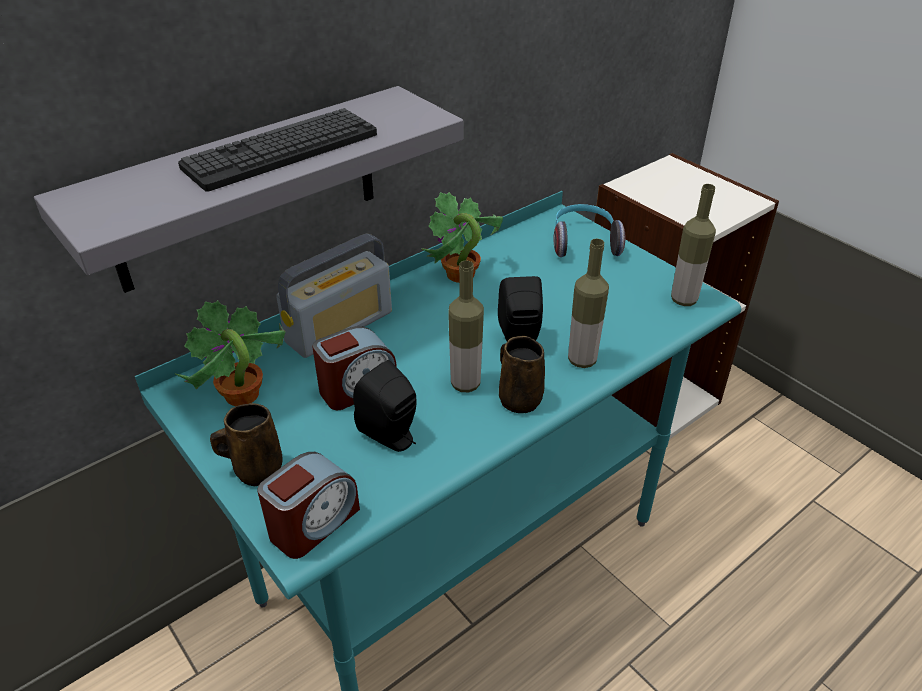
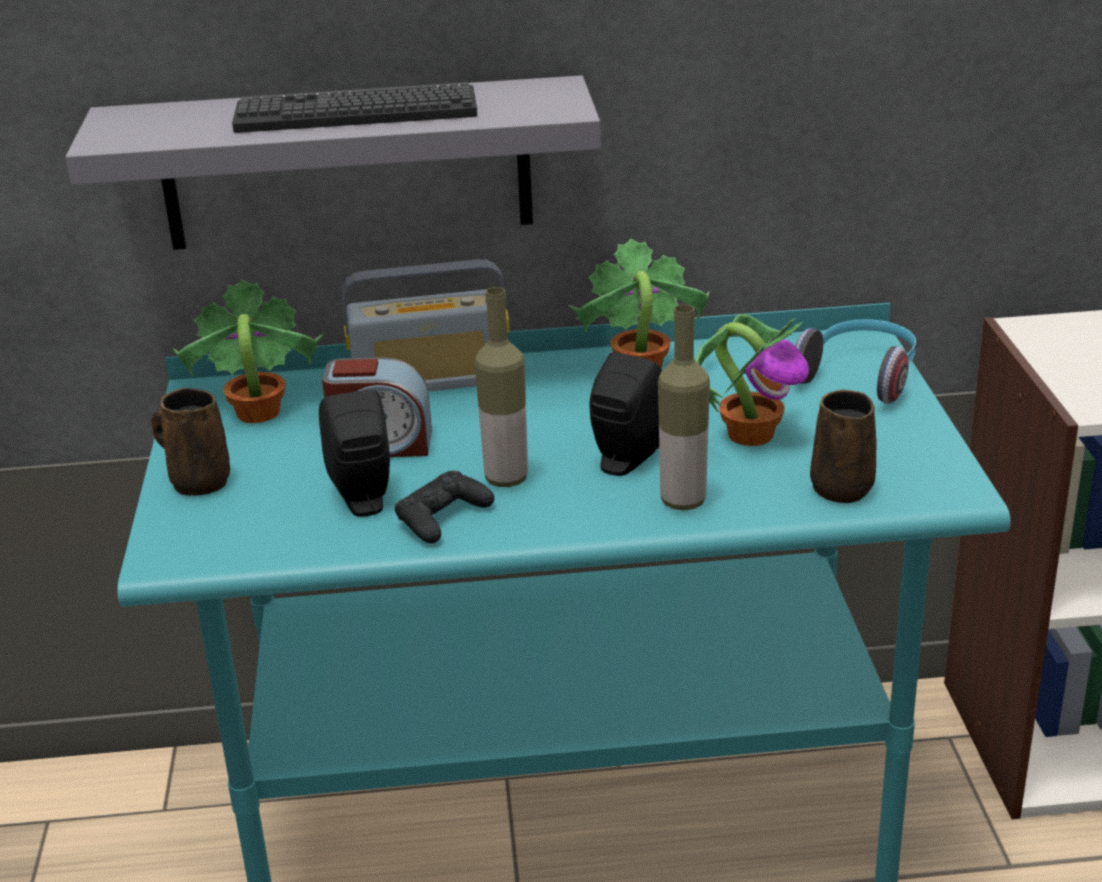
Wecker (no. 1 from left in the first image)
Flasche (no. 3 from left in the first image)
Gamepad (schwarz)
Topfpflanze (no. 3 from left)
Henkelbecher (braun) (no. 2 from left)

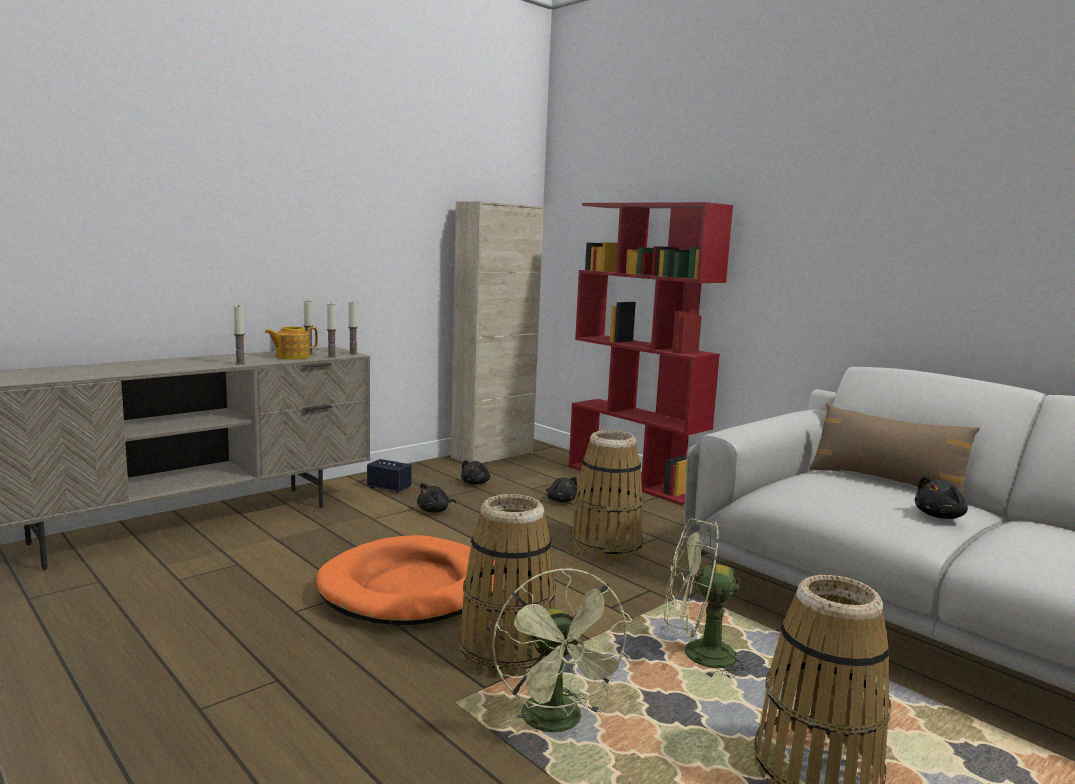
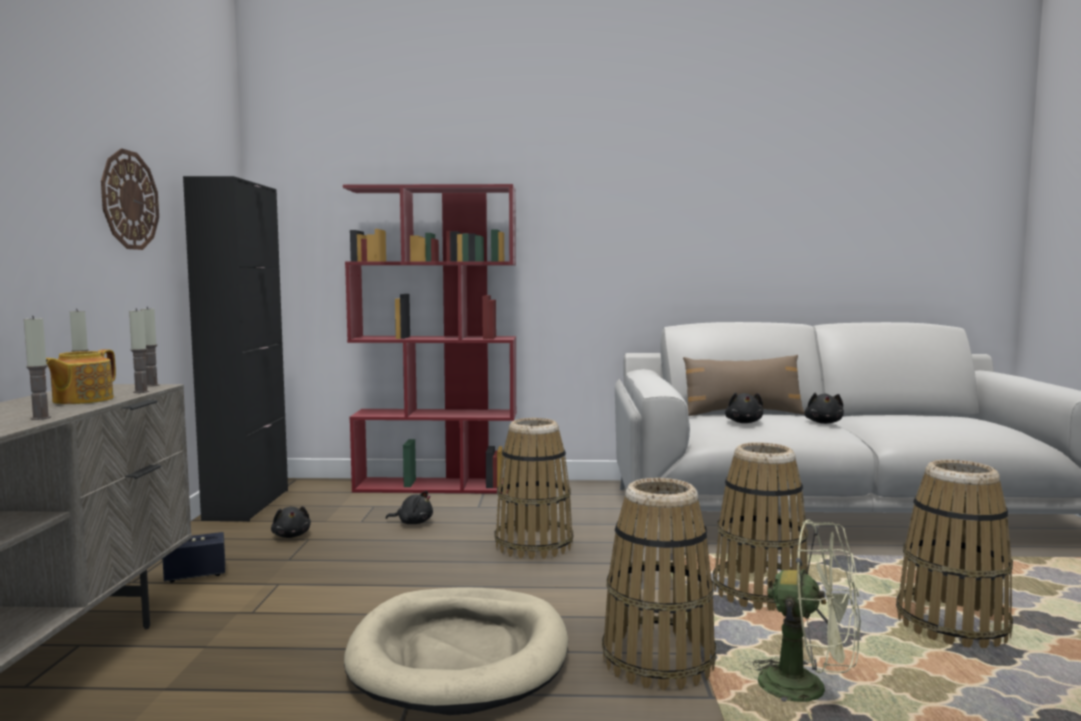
Wanduhr
Plüschtier (schwarz) (no. 3 from left)
Korb (no. 3 from left)
Hundebett (beige)
Schrank (schwarz)

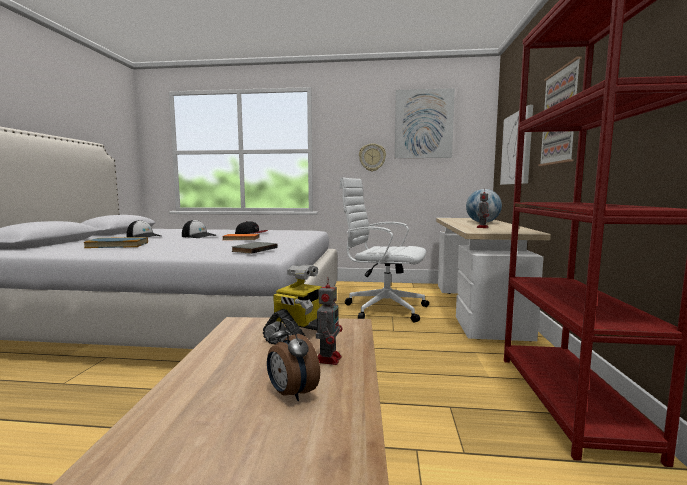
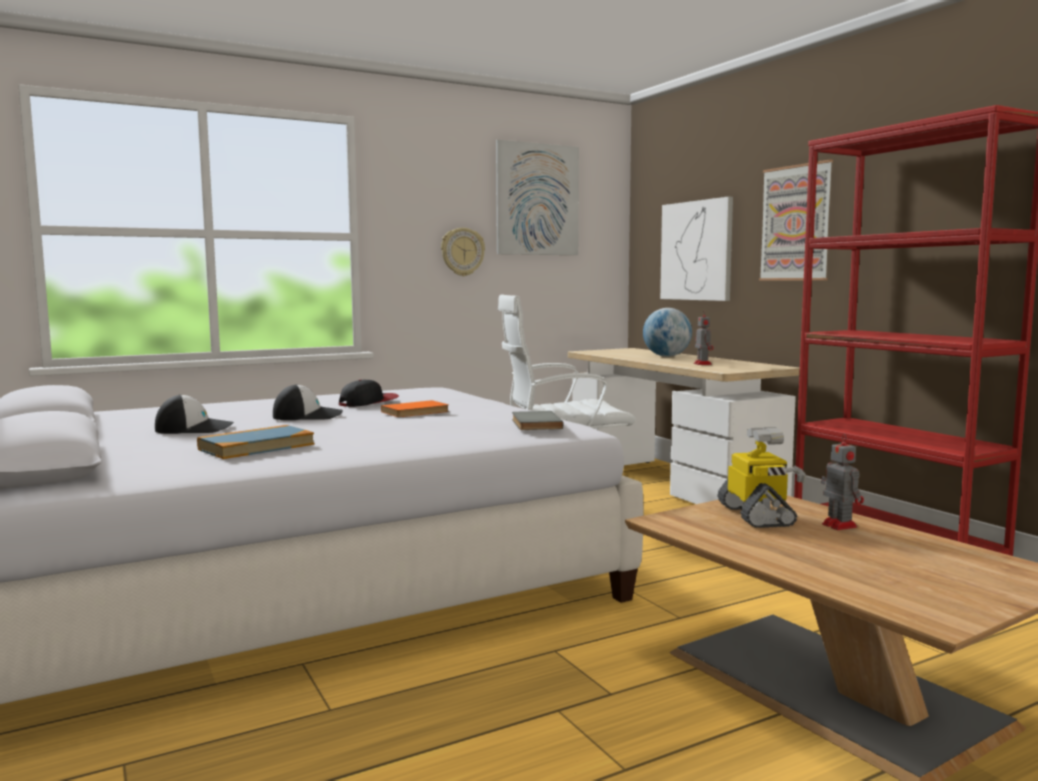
Wecker

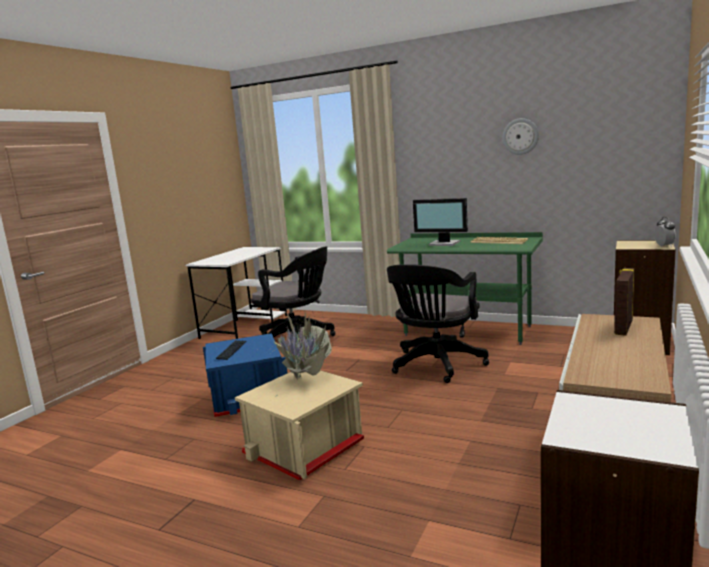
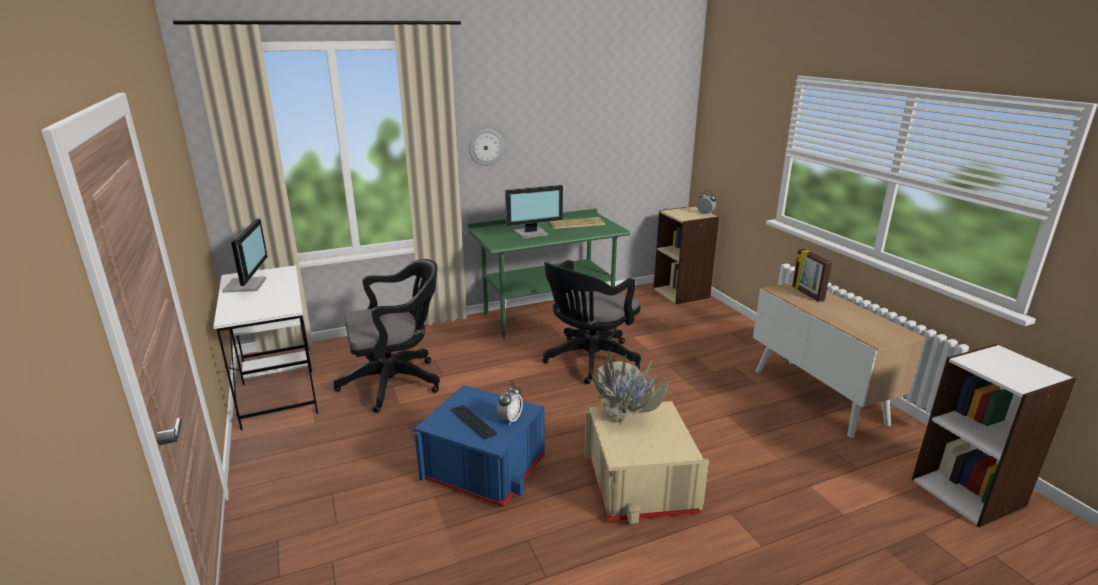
Monitor (no. 1 from left)
Wecker (no. 1 from left)
Wanduhr
Bürostuhl (schwarz) (no. 2 from left)

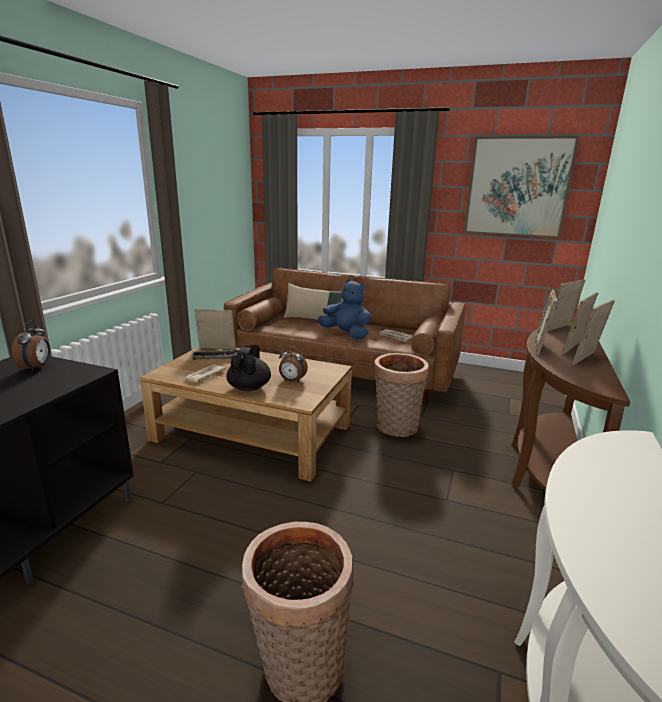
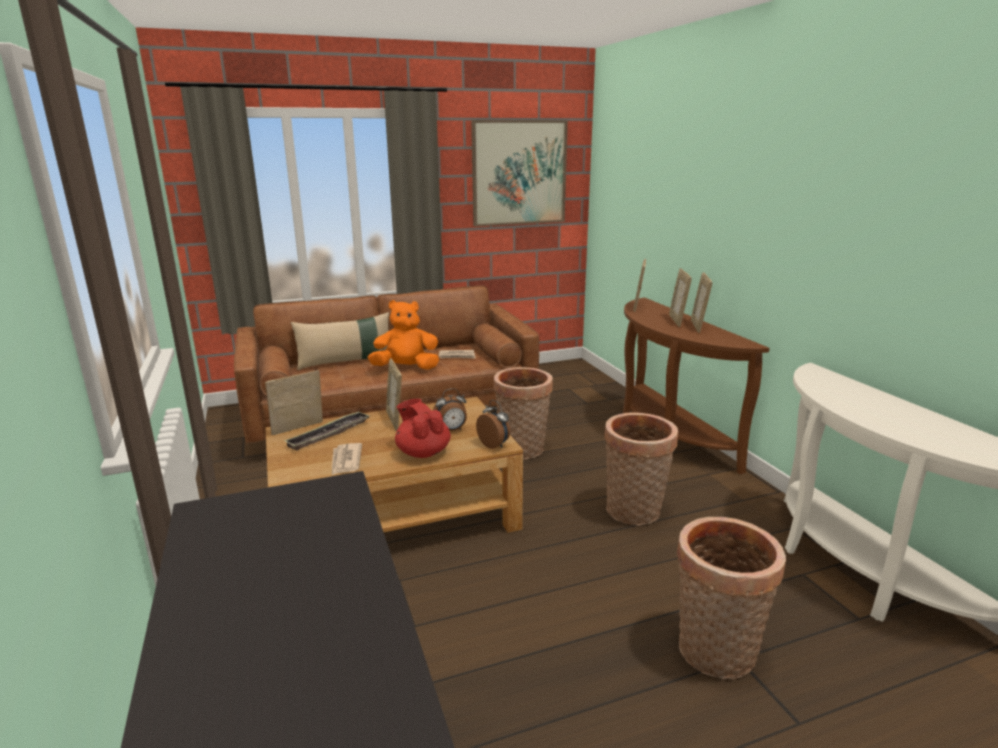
Korb (no. 2 from left)
Wecker (no. 2 from left)
Bilderrahmen (no. 2 from left)
Teekanne (rot)
Plüschtier (orange)

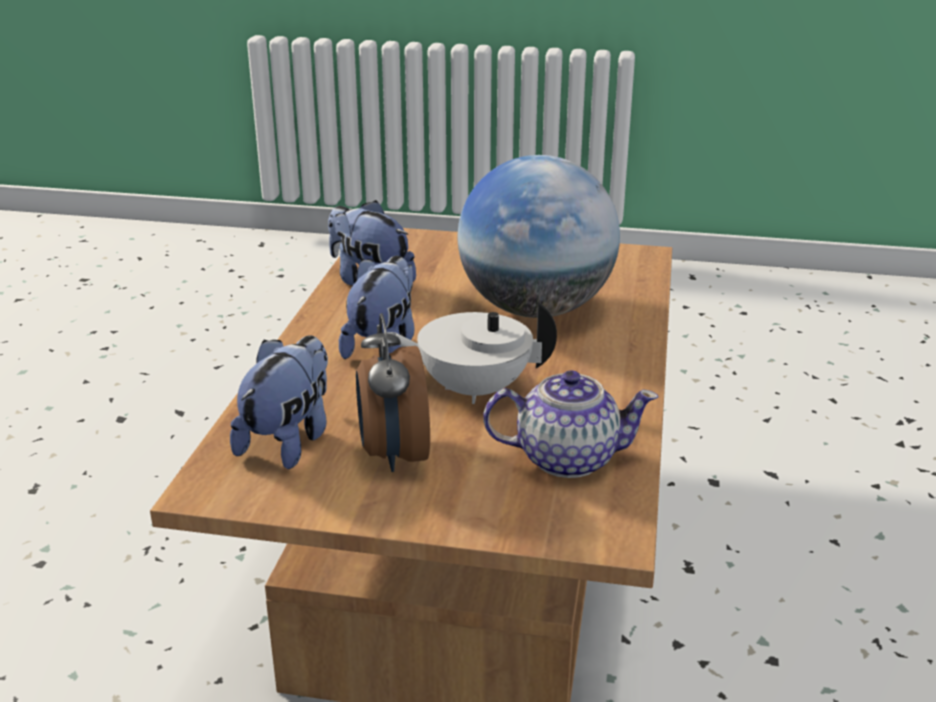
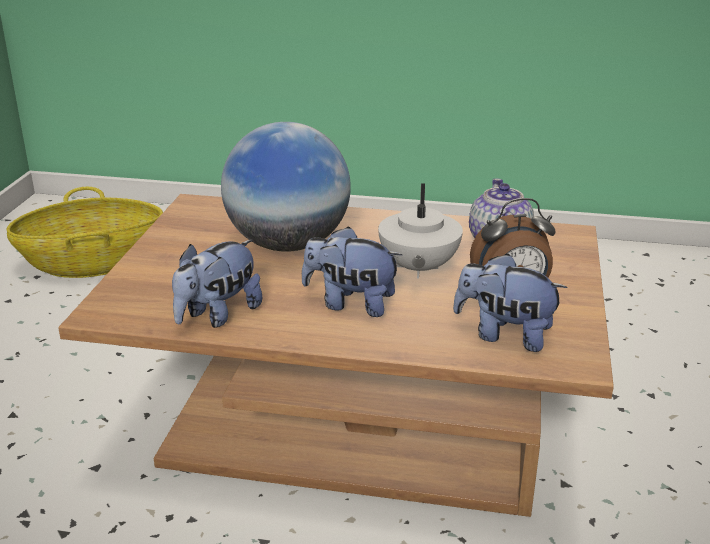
Korb

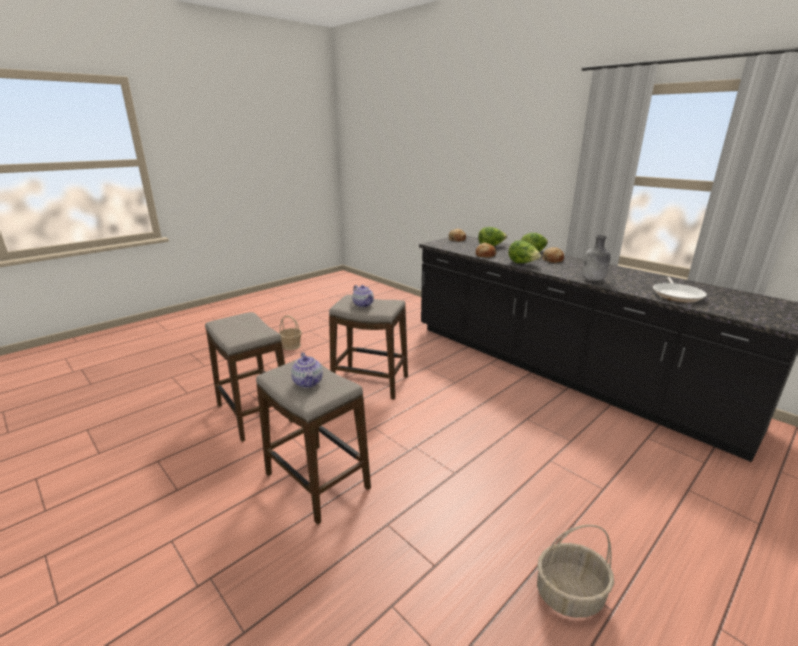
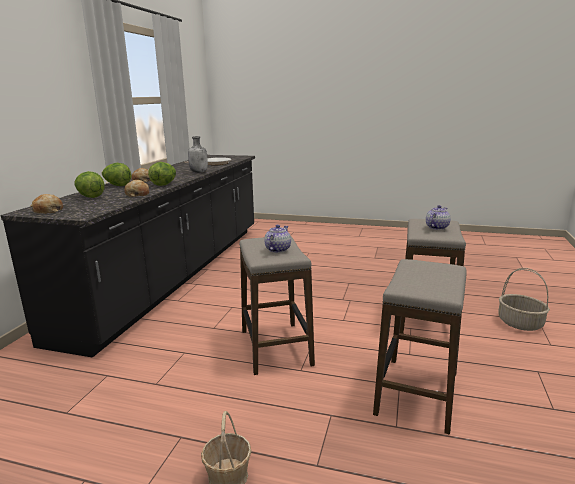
Korb (no. 2 from left)

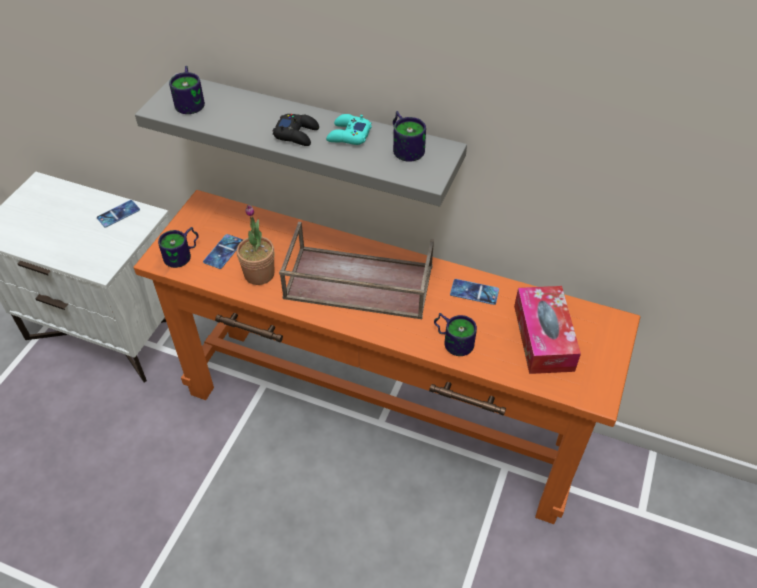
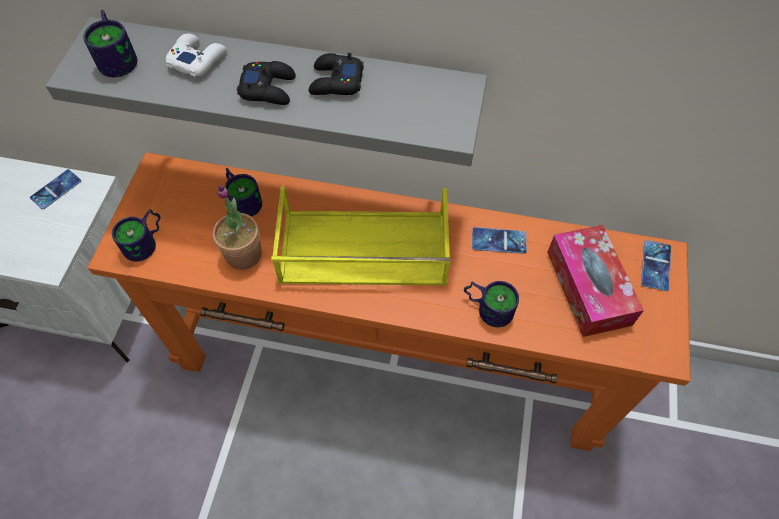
Gamepad (weiß)
Handy (no. 3 from left)
Henkelbecher (no. 3 from left)
Tablett (gelb)
Gamepad (schwarz) (no. 2 from left)

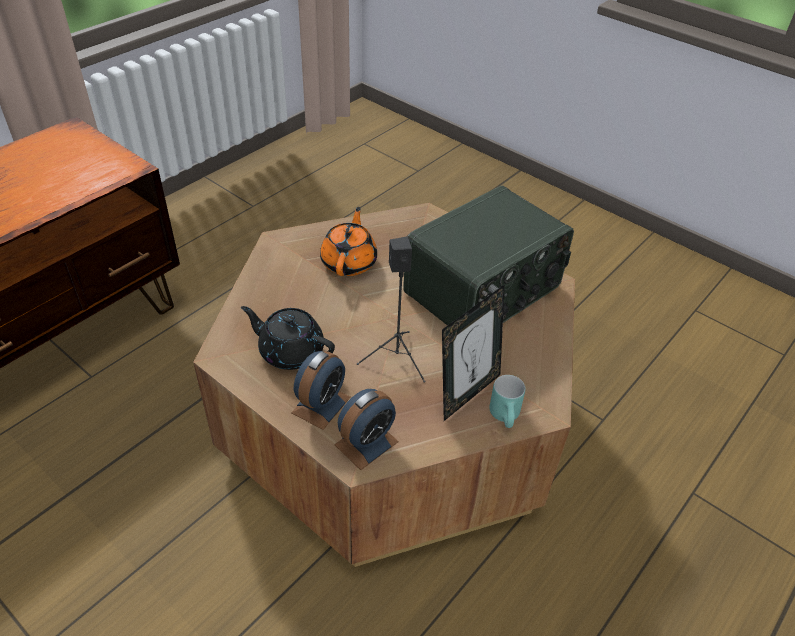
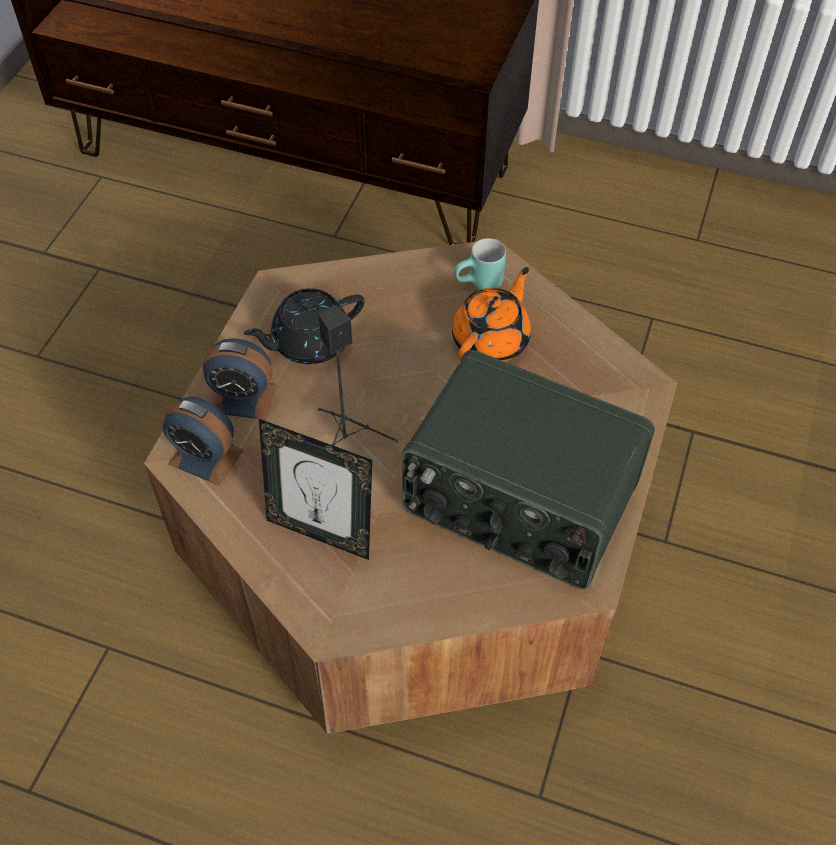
Henkelbecher (türkis)
Teekanne (schwarz)
Teekanne (orange)

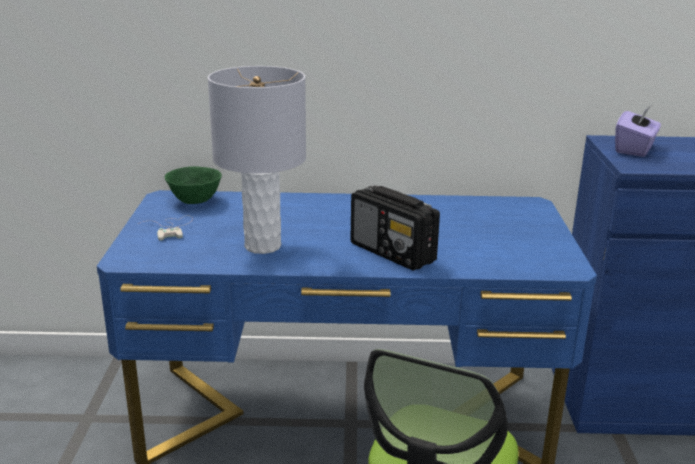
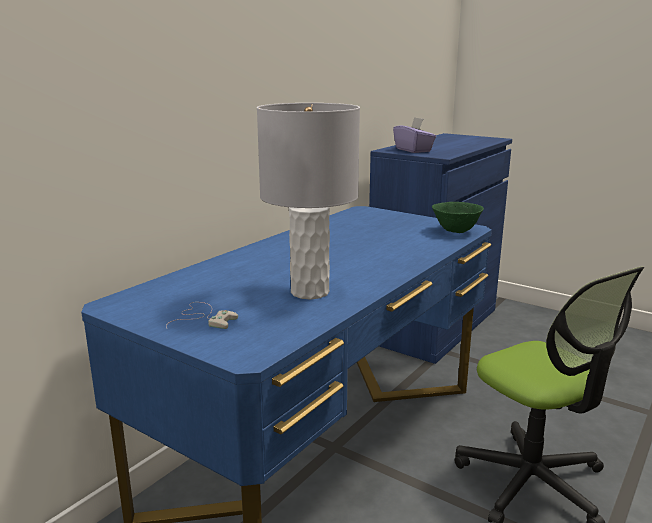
Radio
Schüssel (grün)

